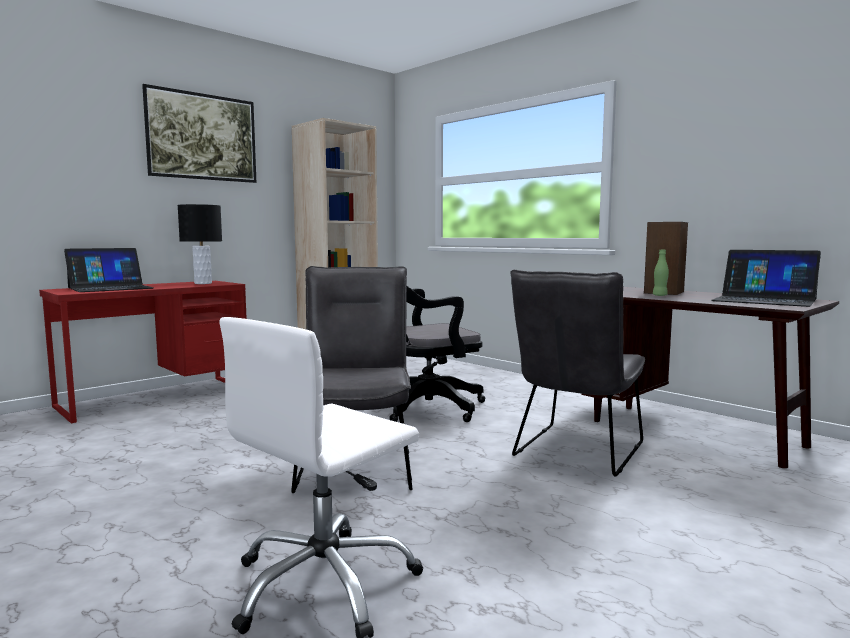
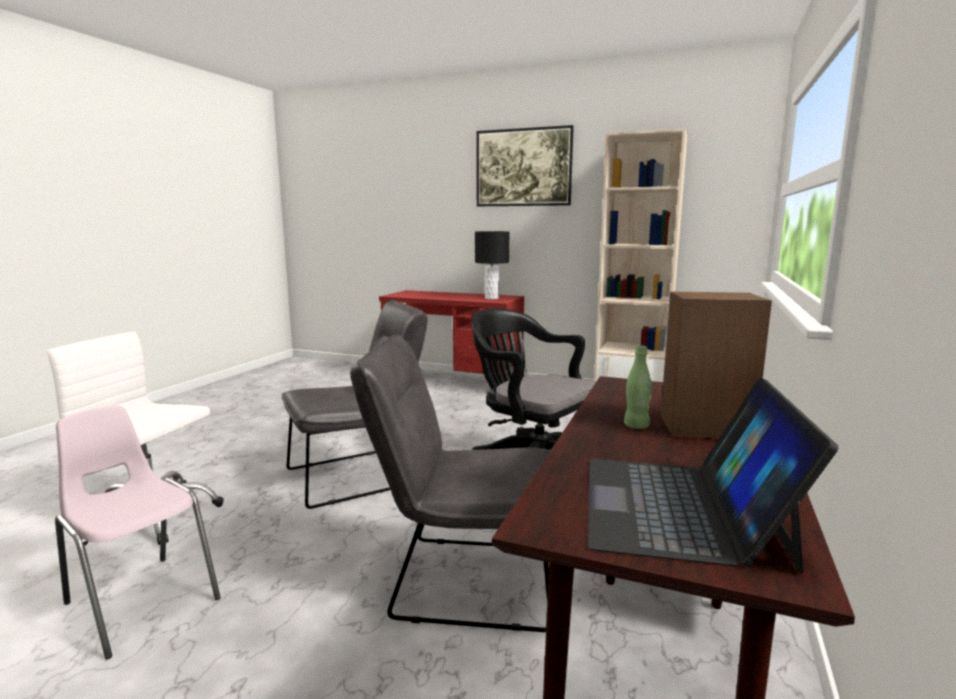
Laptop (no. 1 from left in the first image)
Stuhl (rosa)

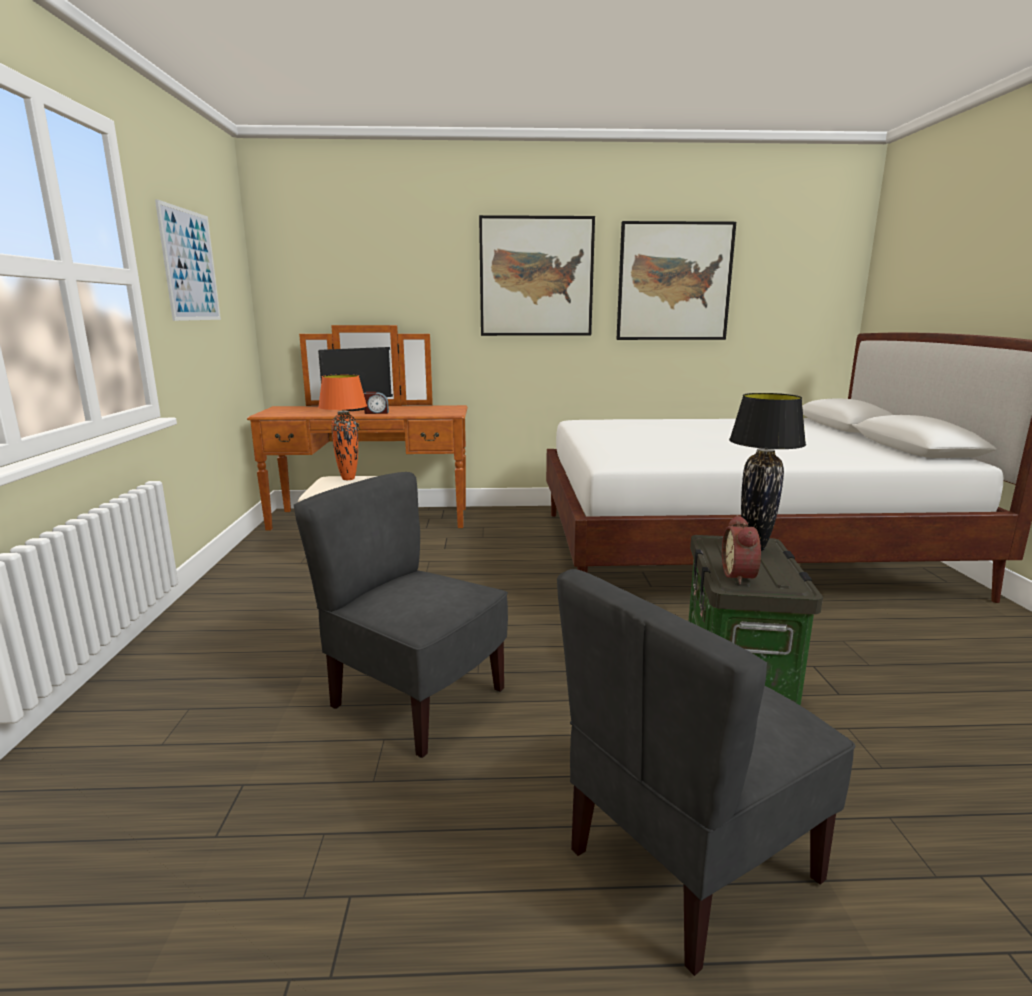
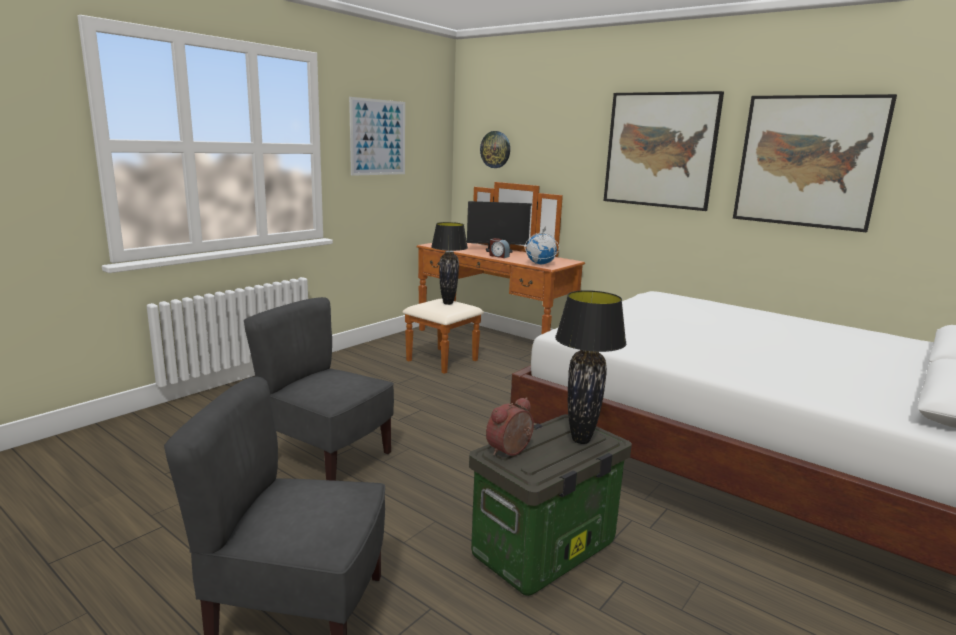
Wanduhr
Globus
Tischlampe (schwarz) (no. 1 from left)
Stuhl (grau) (no. 2 from left)

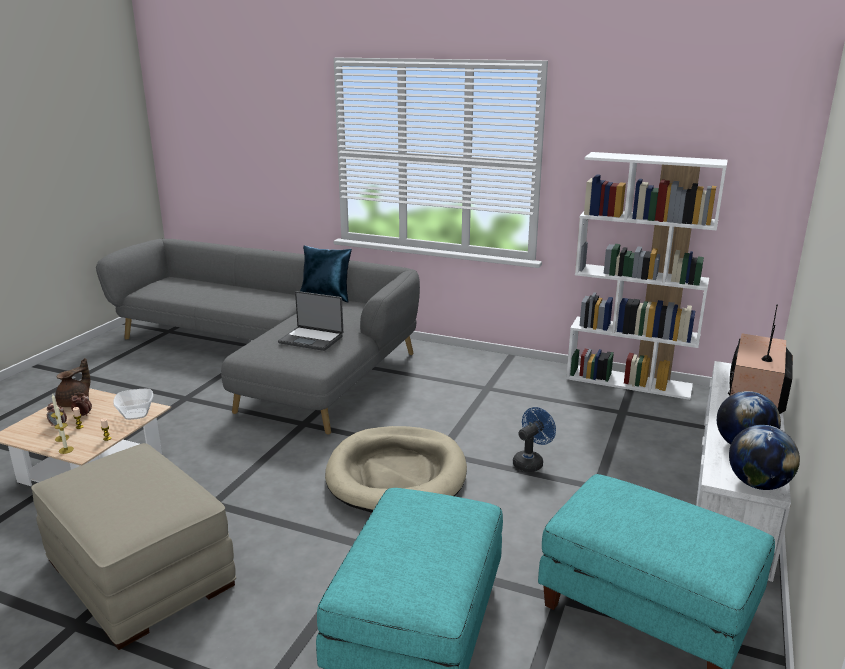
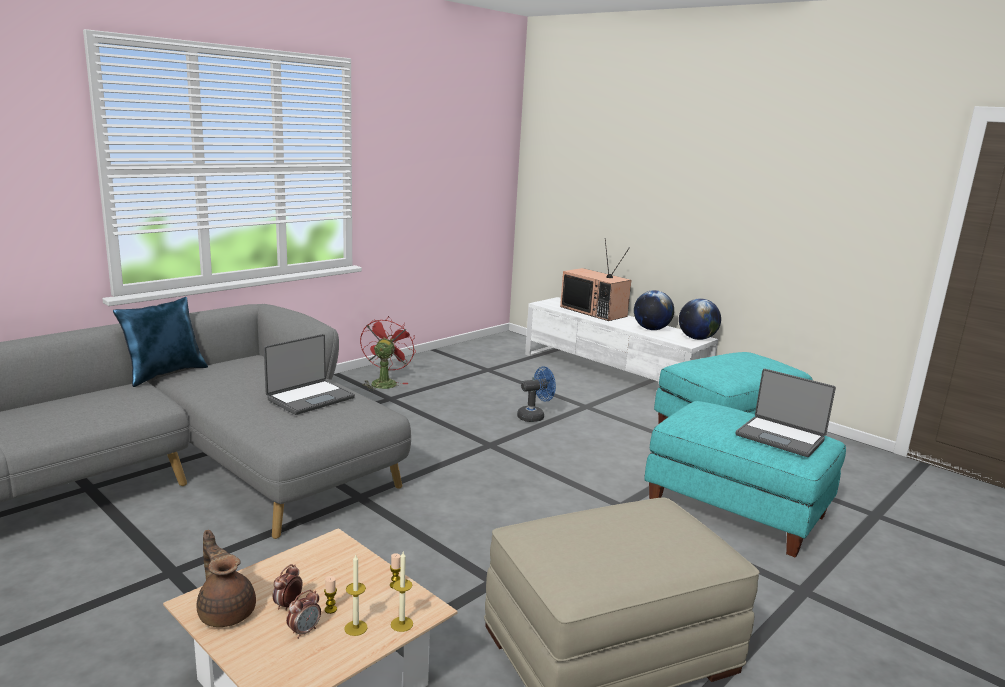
Schüssel
Hundebett (beige)
Bücherregal (weiß)
Ventilator (rot)
Laptop (no. 2 from left)
Ventilator (blau)

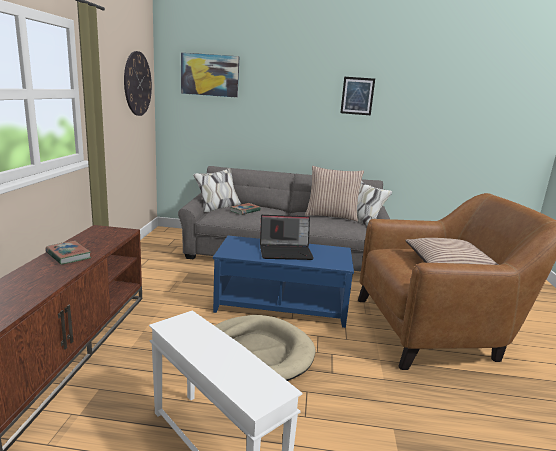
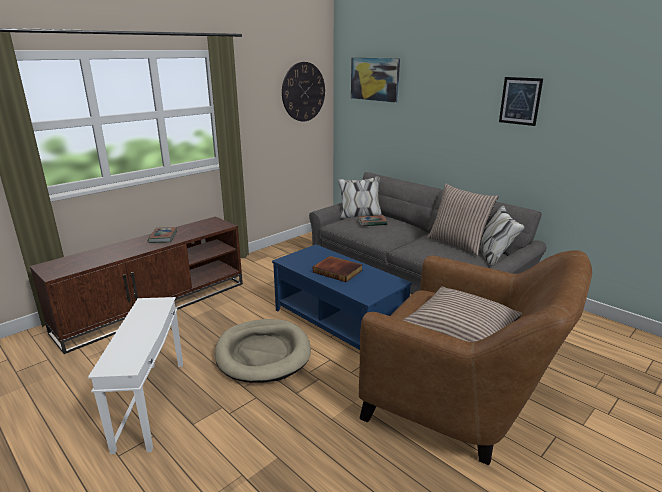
Buch (no. 2 from left)

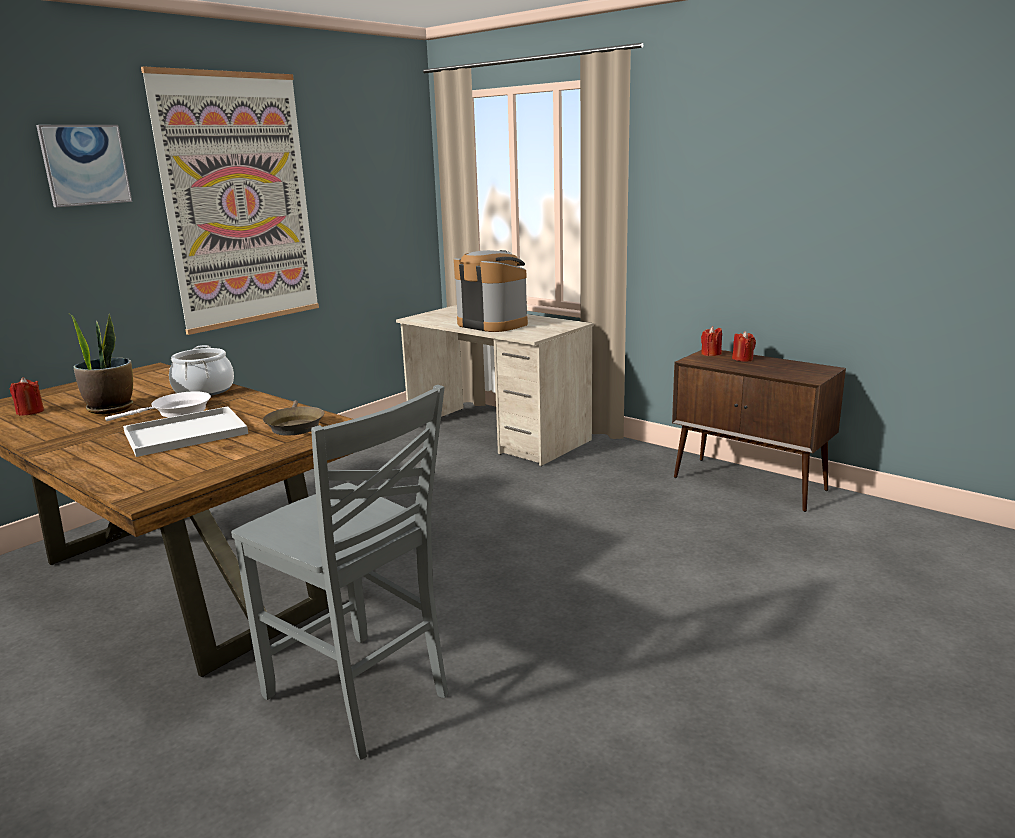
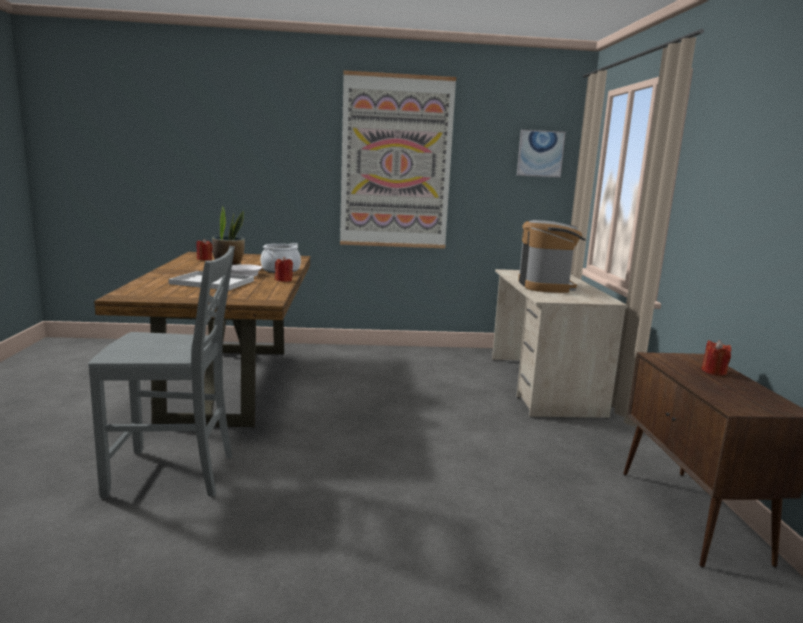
Pfanne (braun)
Bild (no. 2 from left)
Kerze (rot) (no. 2 from left)
Stuhl (grau)

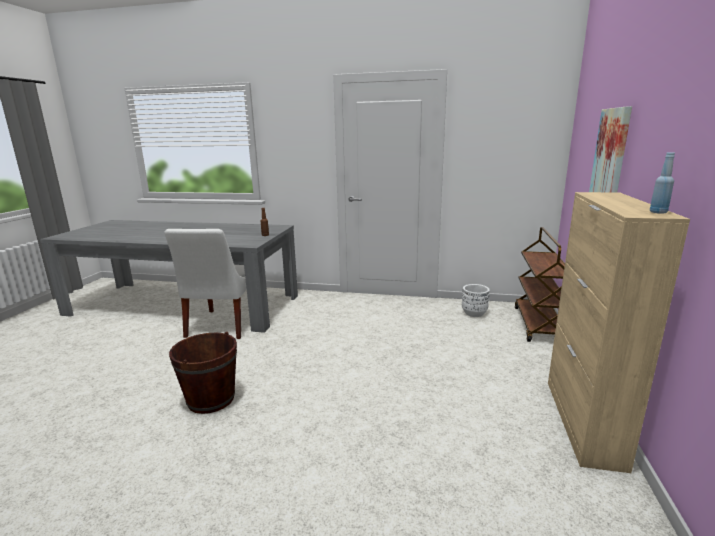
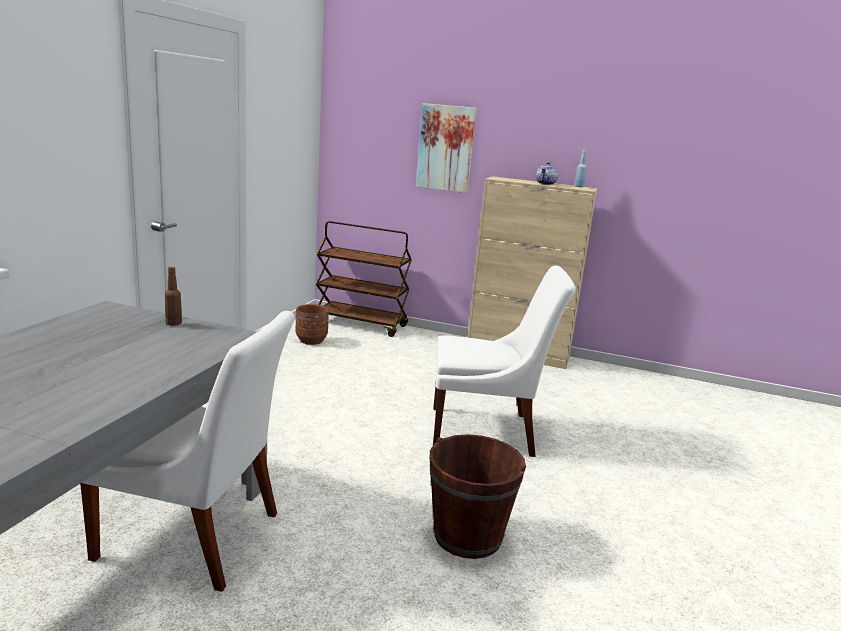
Stuhl (weiß) (no. 2 from left)
Teekanne
Pflanzkübel (braun)

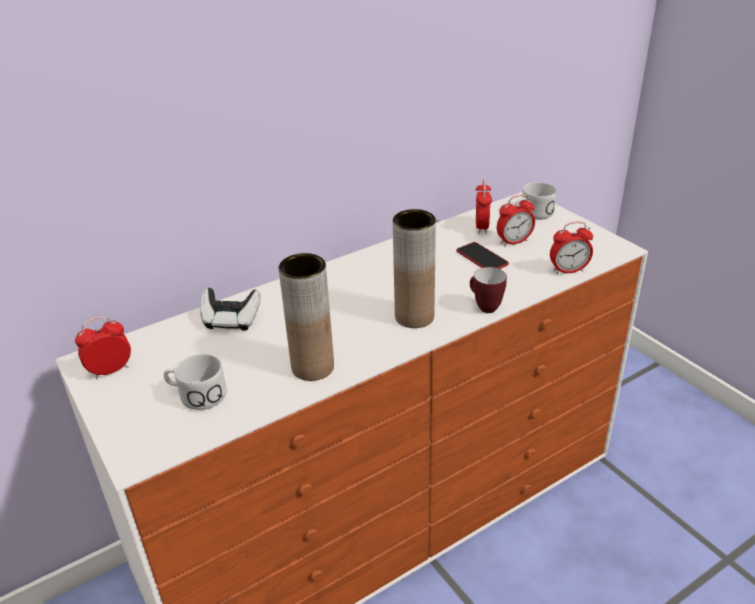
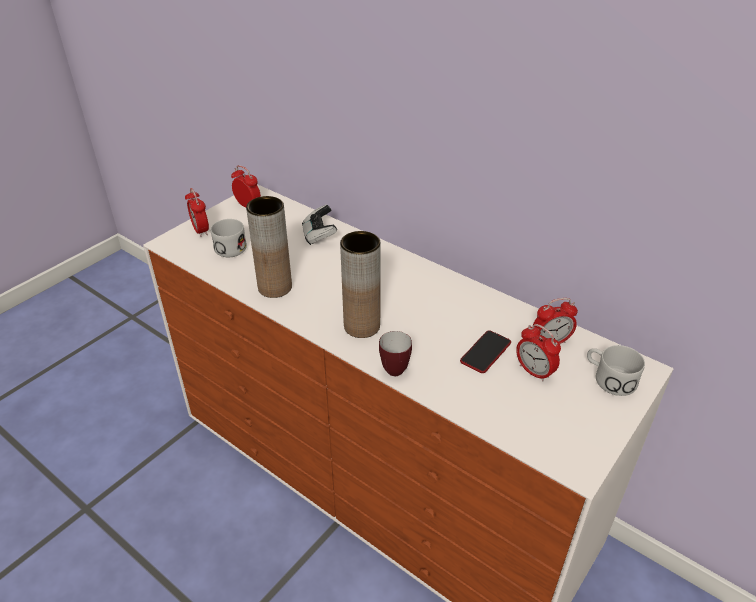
Wecker (no. 1 from left)

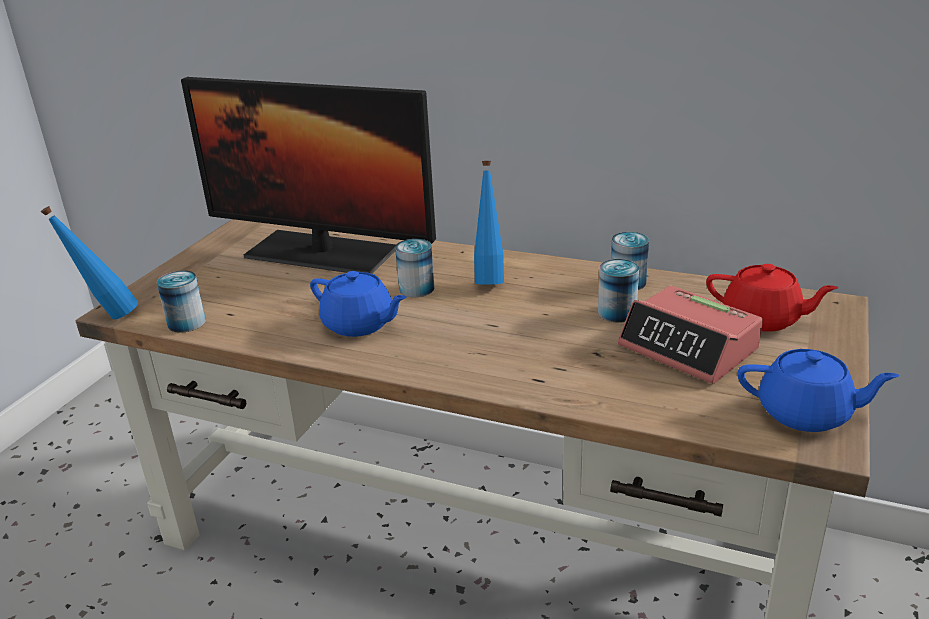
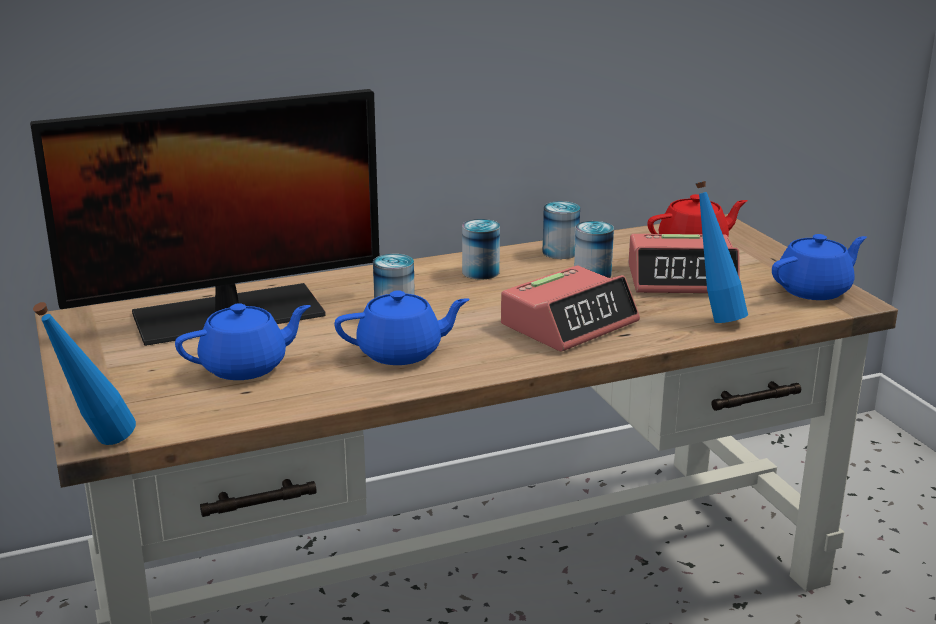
Teekanne (blau) (no. 1 from left)
Wecker (no. 1 from left)
Dose (no. 2 from left)
Flasche (blau) (no. 2 from left)

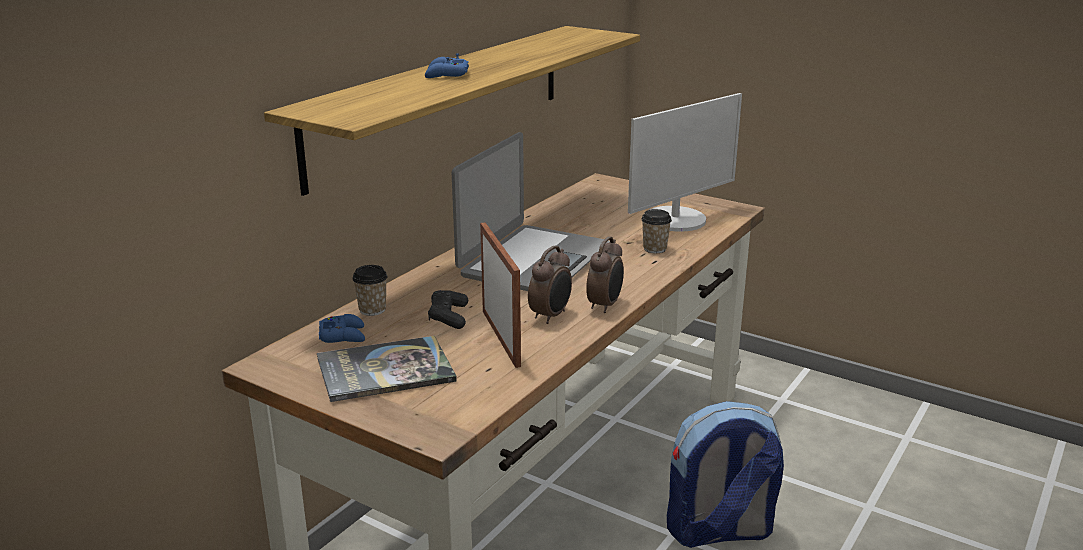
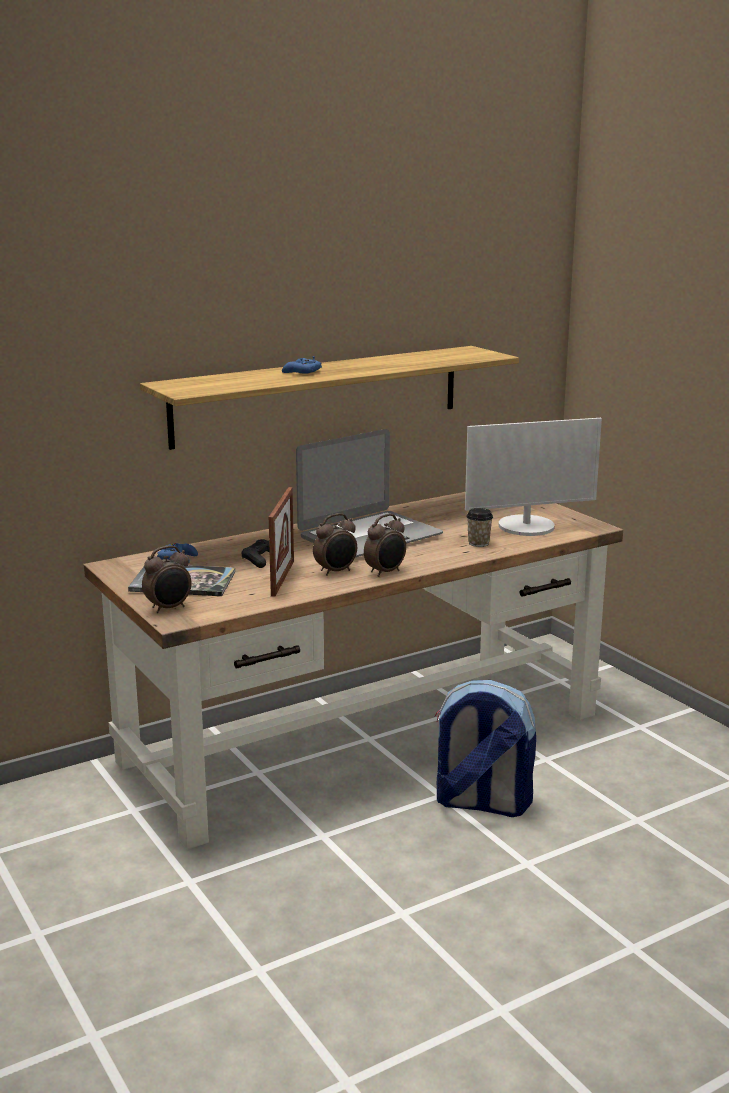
Tasse (no. 1 from left in the first image)
Wecker (no. 1 from left)

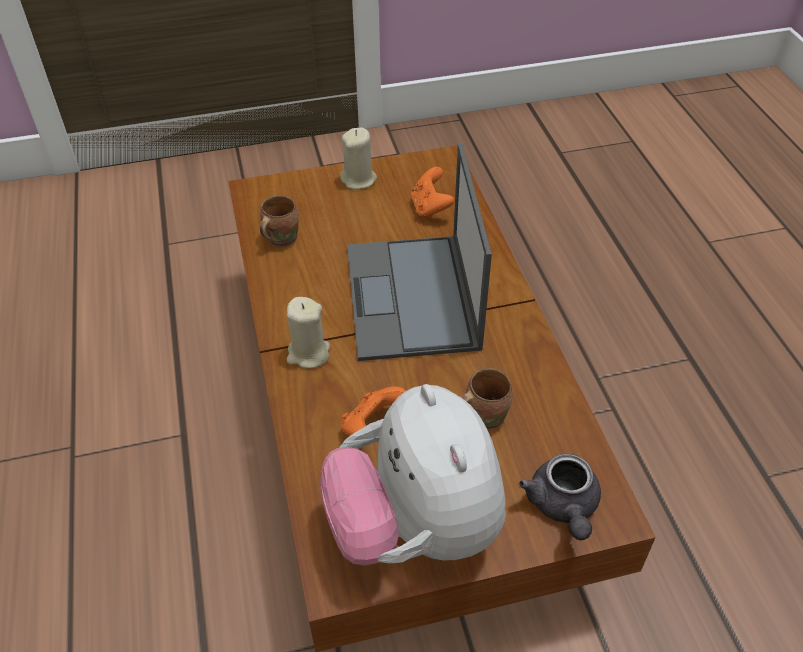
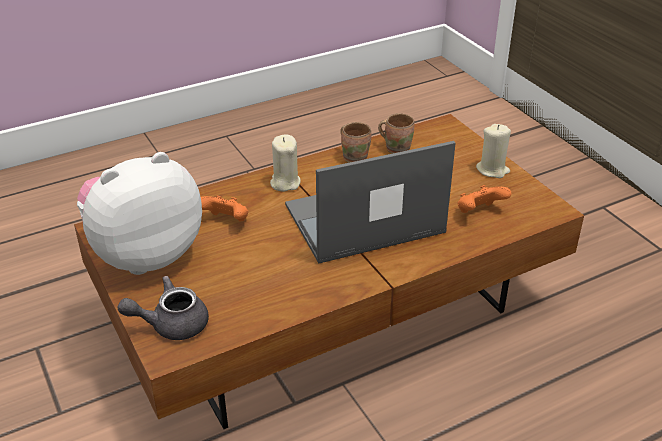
Henkelbecher (braun) (no. 1 from left)

